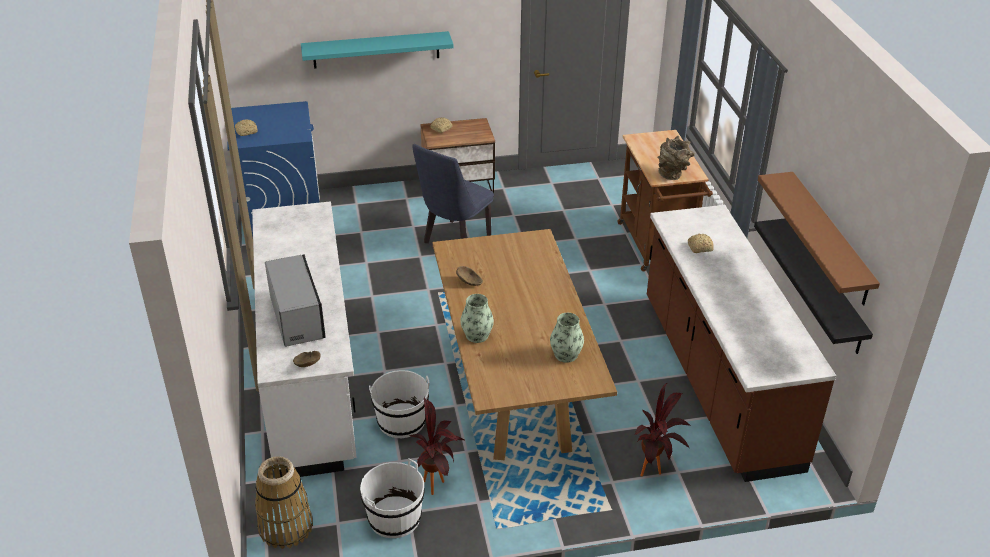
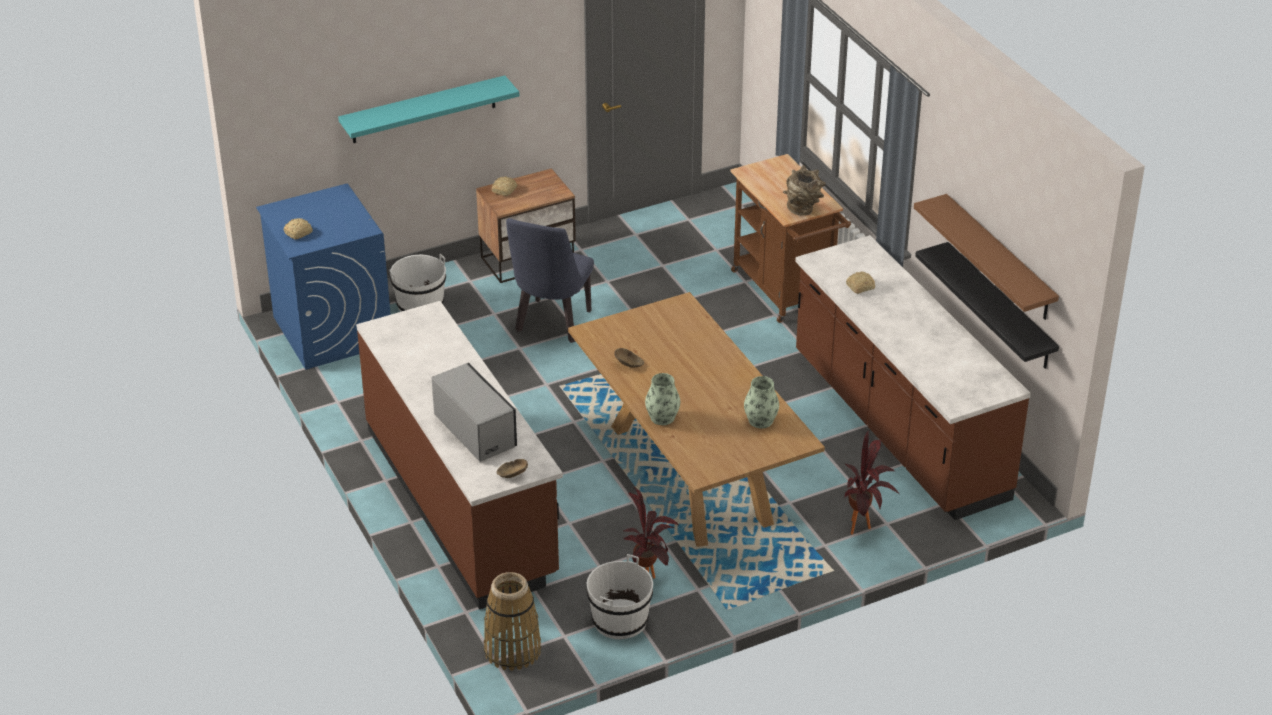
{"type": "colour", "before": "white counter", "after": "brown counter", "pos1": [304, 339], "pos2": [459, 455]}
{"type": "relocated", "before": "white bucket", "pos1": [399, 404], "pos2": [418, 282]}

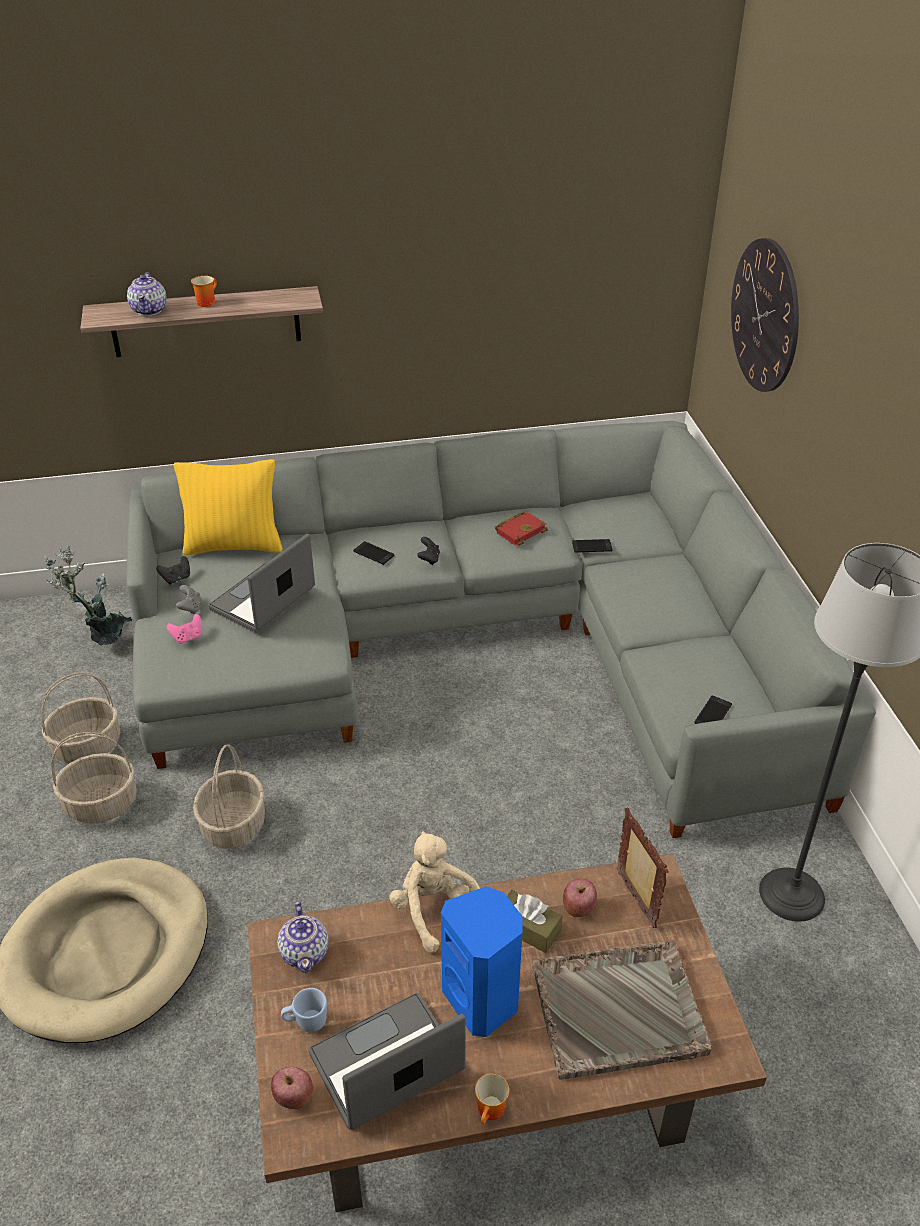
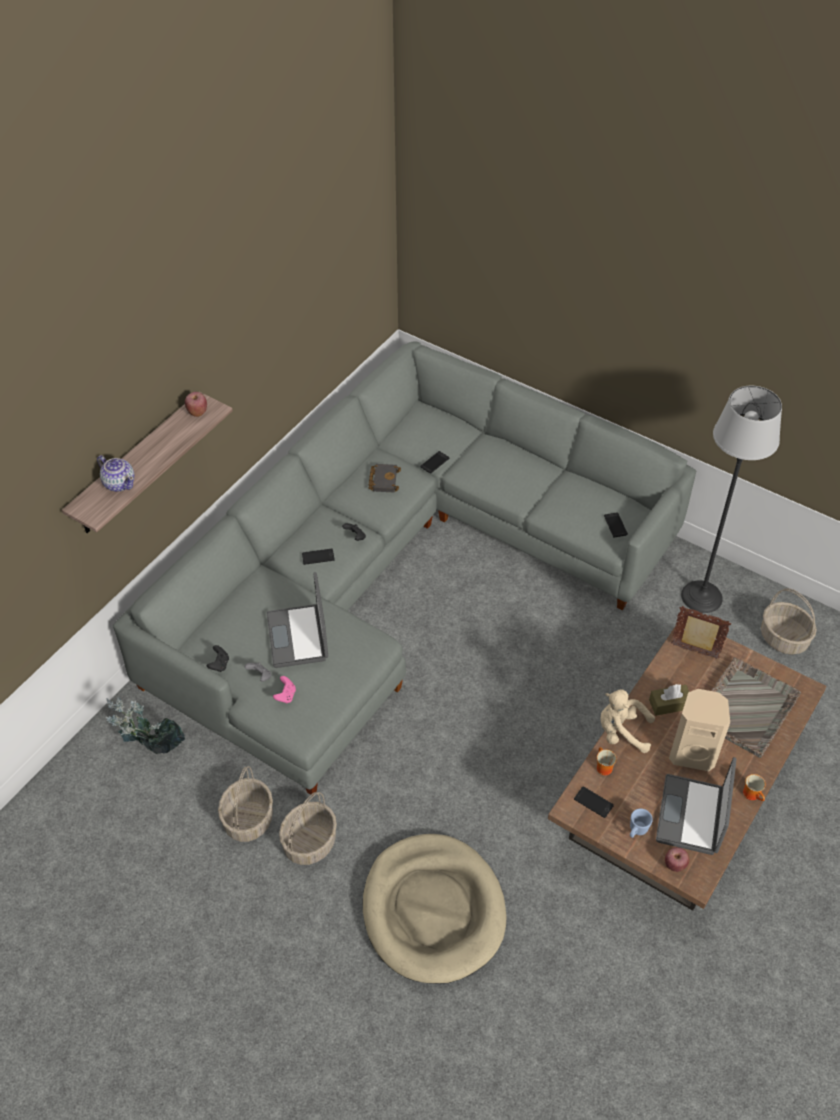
{"type": "missing", "before": "yellow pillow", "pos1": [228, 507]}
{"type": "relocated", "before": "mug", "pos1": [204, 291], "pos2": [607, 761]}
{"type": "relocated", "before": "basket", "pos1": [229, 797], "pos2": [789, 622]}
{"type": "exchanged", "before": "teapot", "after": "phone", "pos1": [303, 937], "pos2": [594, 802]}
{"type": "colour", "before": "blue speaker", "after": "beige speaker", "pos1": [481, 961], "pos2": [699, 730]}
{"type": "colour", "before": "red book", "after": "black book", "pos1": [521, 529], "pos2": [385, 478]}
{"type": "relocated", "before": "apple", "pos1": [580, 898], "pos2": [196, 404]}
{"type": "missing", "before": "wall clock", "pos1": [765, 315]}

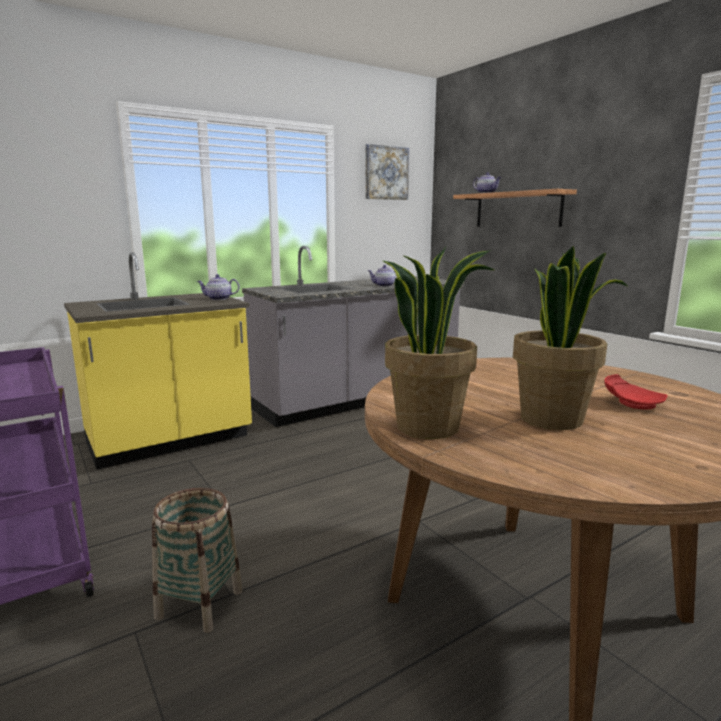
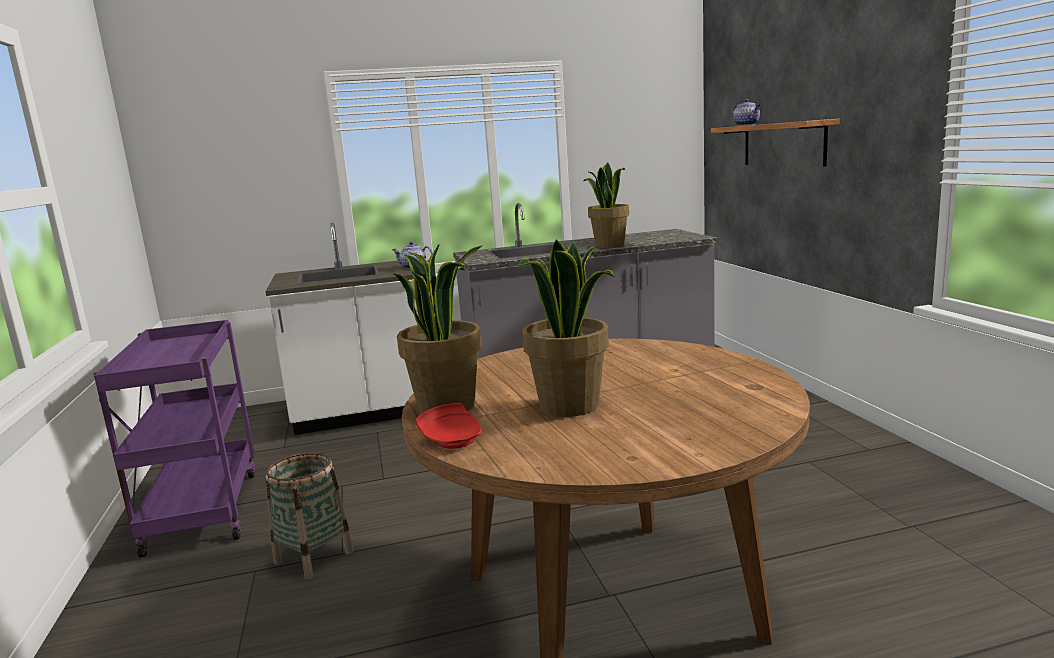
{"type": "colour", "before": "yellow counter", "after": "white counter", "pos1": [158, 360], "pos2": [342, 328]}
{"type": "missing", "before": "picture", "pos1": [387, 172]}
{"type": "exchanged", "before": "teapot", "after": "potted plant", "pos1": [381, 276], "pos2": [606, 205]}
{"type": "relocated", "before": "red plate", "pos1": [636, 391], "pos2": [449, 426]}

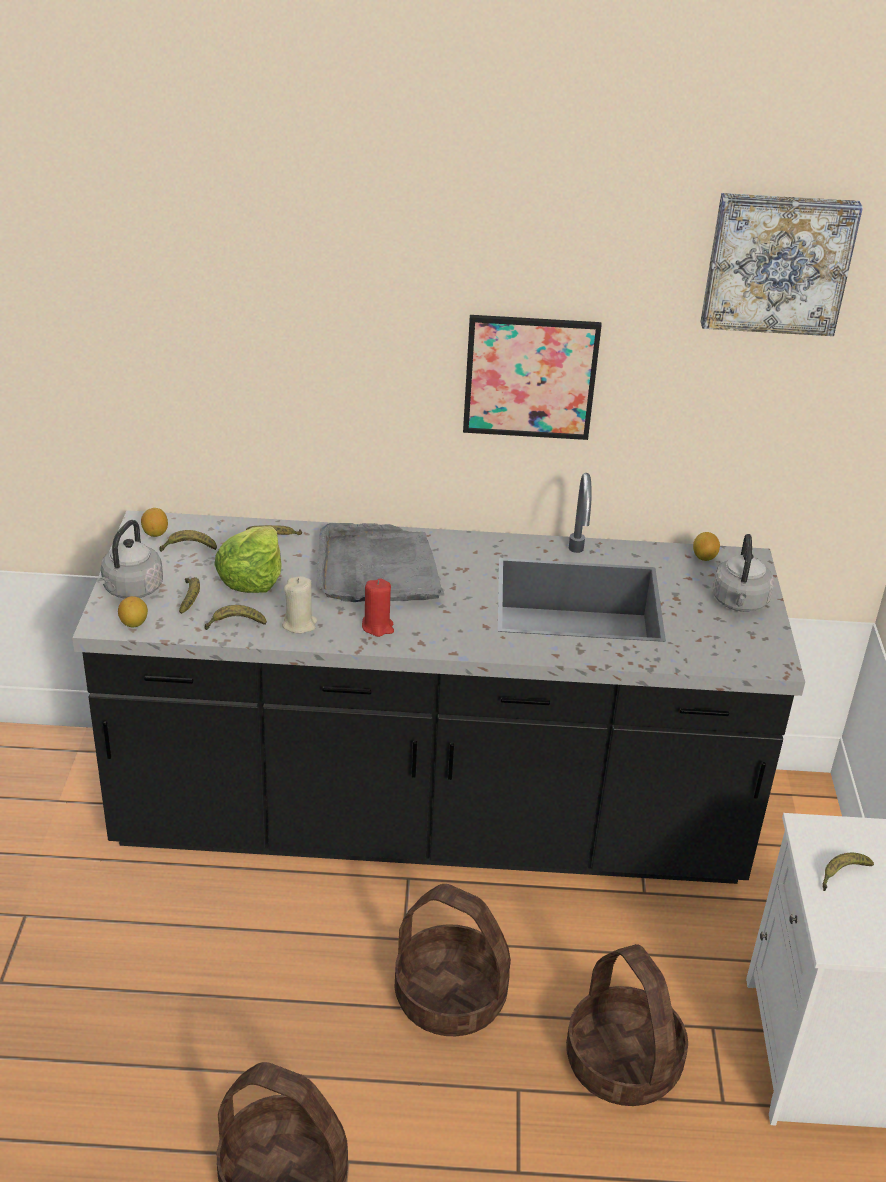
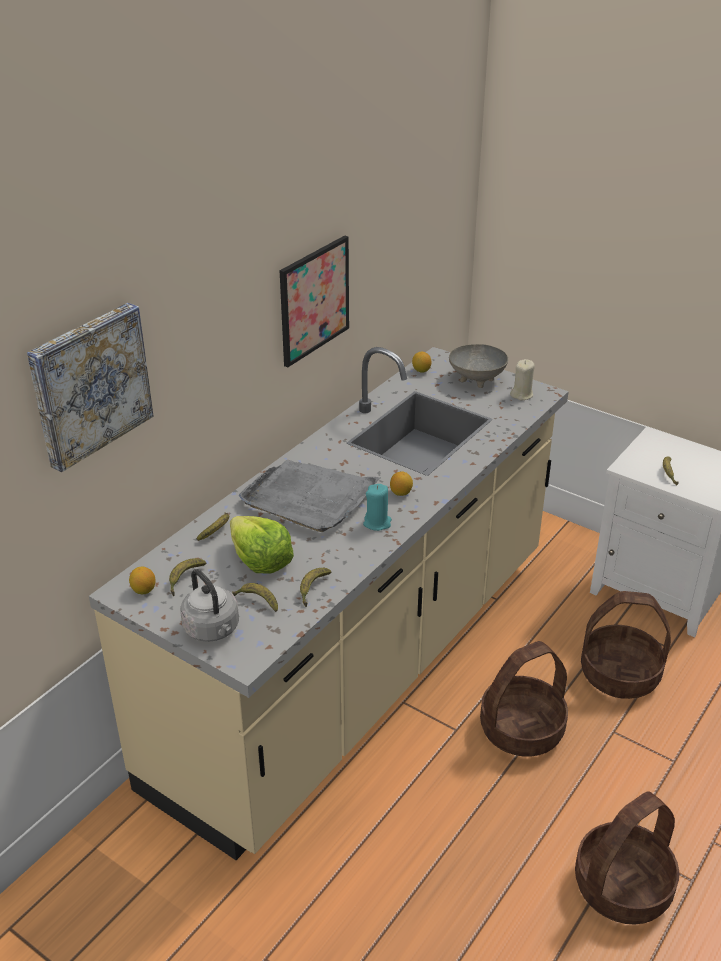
{"type": "colour", "before": "black counter", "after": "beige counter", "pos1": [438, 678], "pos2": [329, 603]}
{"type": "relocated", "before": "lemon", "pos1": [133, 611], "pos2": [401, 484]}
{"type": "relocated", "before": "beige candle", "pos1": [299, 605], "pos2": [522, 379]}
{"type": "colour", "before": "red candle", "after": "turquoise candle", "pos1": [378, 607], "pos2": [377, 507]}
{"type": "relocated", "before": "picture", "pos1": [781, 264], "pos2": [90, 387]}
{"type": "exchanged", "before": "grey kettle", "after": "grey bowl", "pos1": [743, 573], "pos2": [478, 366]}

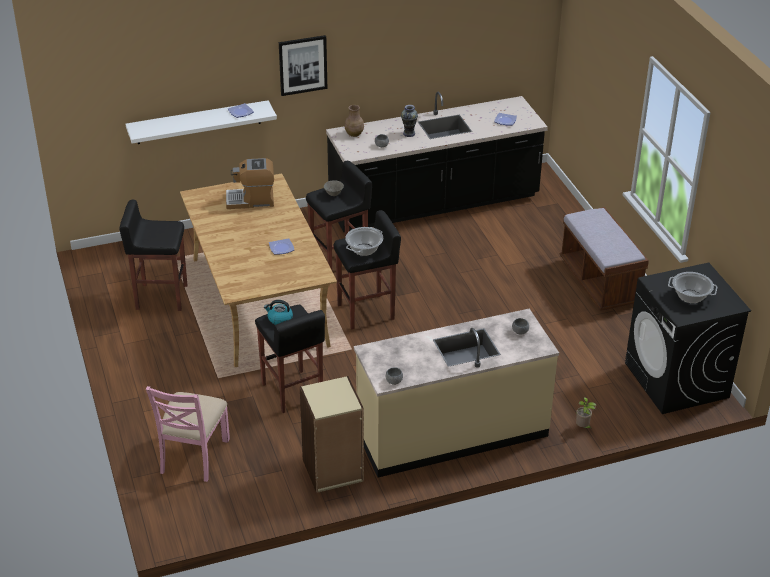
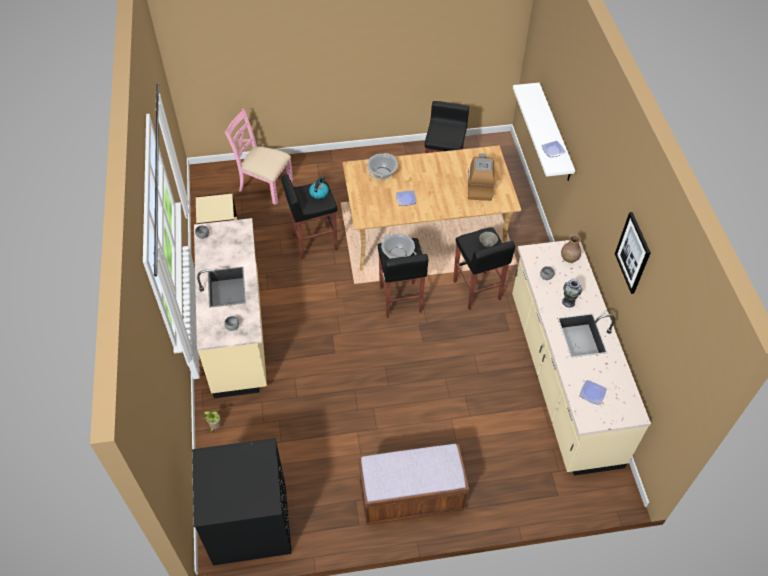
{"type": "relocated", "before": "picture", "pos1": [303, 65], "pos2": [633, 253]}
{"type": "colour", "before": "black counter", "after": "beige counter", "pos1": [437, 162], "pos2": [581, 358]}
{"type": "relocated", "before": "cooking pot", "pos1": [692, 287], "pos2": [382, 166]}

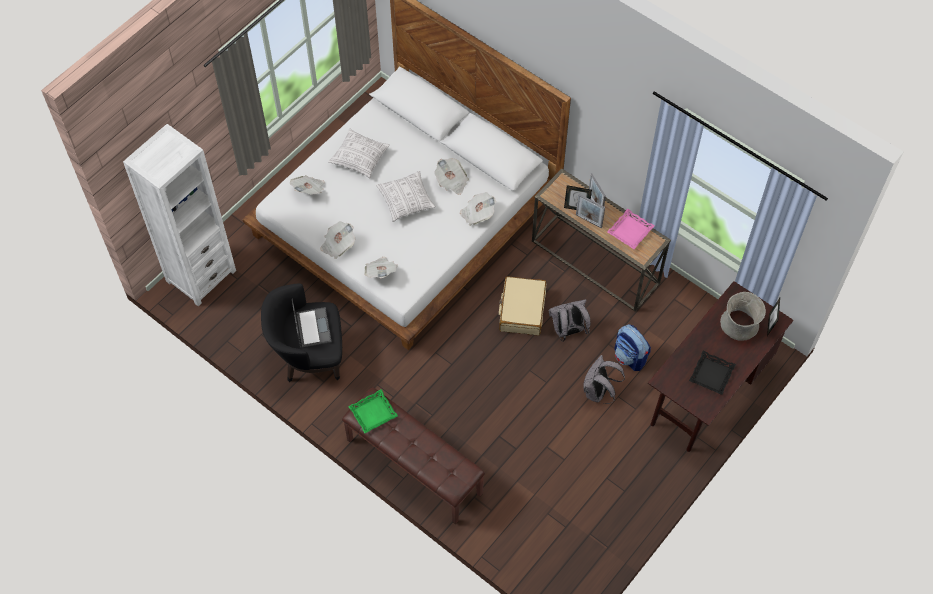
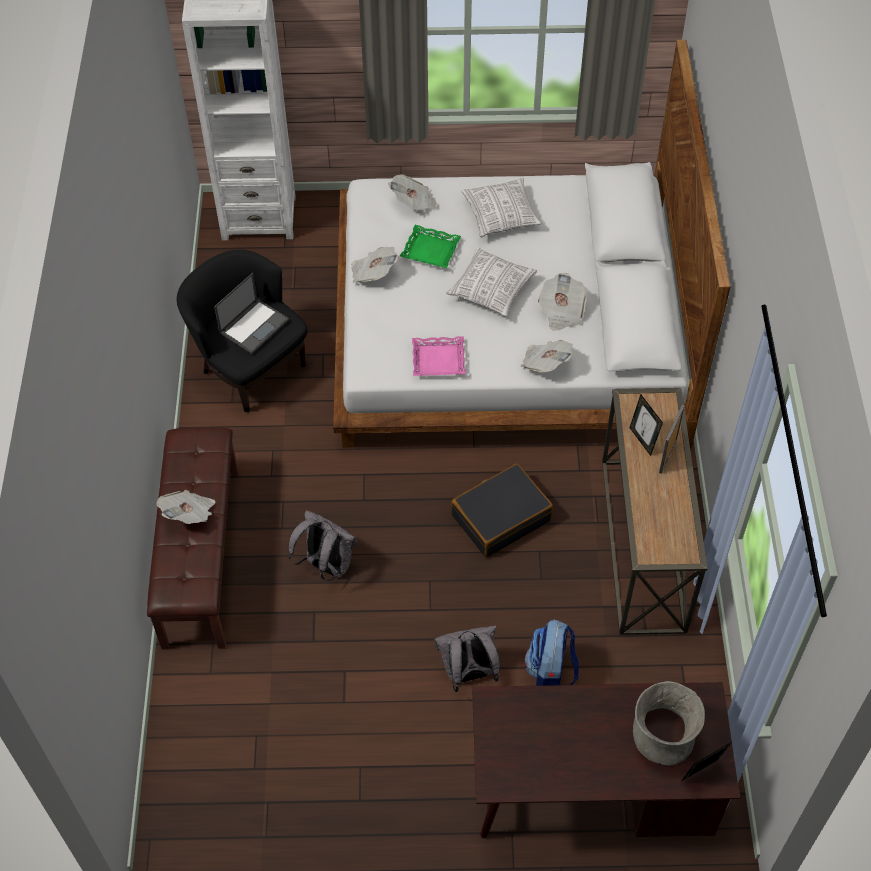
{"type": "relocated", "before": "green tray", "pos1": [373, 411], "pos2": [430, 246]}
{"type": "relocated", "before": "newspaper", "pos1": [381, 267], "pos2": [186, 507]}
{"type": "colour", "before": "beige suitcase", "after": "black suitcase", "pos1": [522, 305], "pos2": [502, 510]}
{"type": "relocated", "before": "grey backpack", "pos1": [569, 320], "pos2": [323, 545]}
{"type": "missing", "before": "picture frame", "pos1": [590, 211]}
{"type": "relocated", "before": "pink tray", "pos1": [631, 229], "pos2": [439, 356]}
{"type": "missing", "before": "black tray", "pos1": [712, 373]}

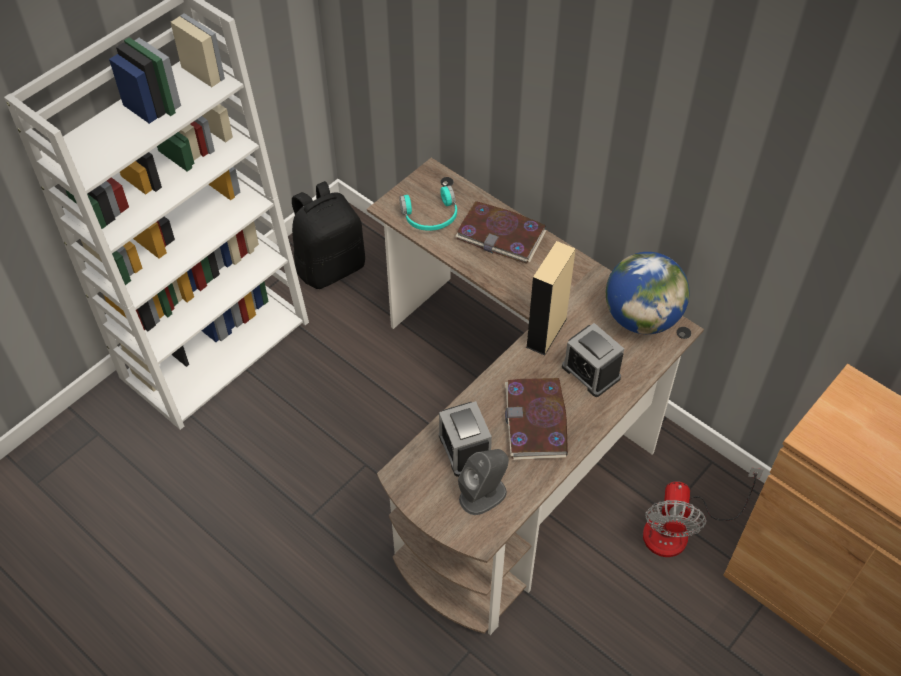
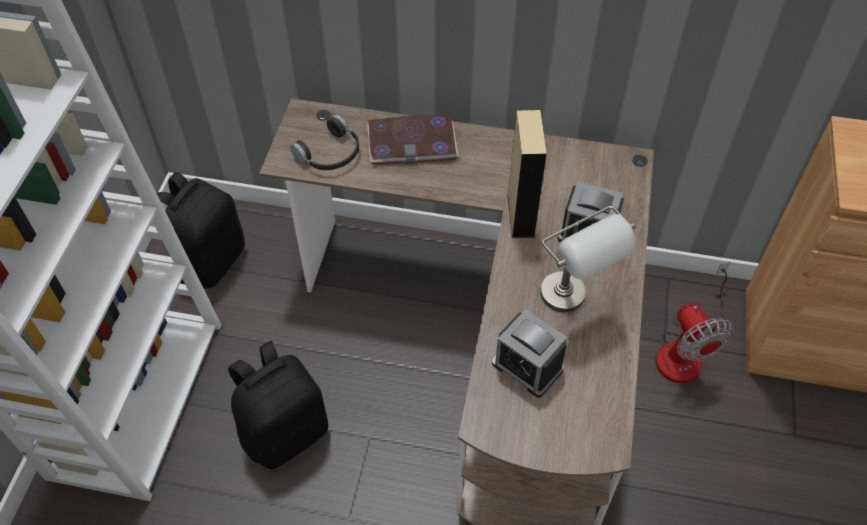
{"type": "colour", "before": "turquoise headphones", "after": "black headphones", "pos1": [428, 208], "pos2": [324, 142]}
{"type": "missing", "before": "grey speaker", "pos1": [483, 482]}
{"type": "exchanged", "before": "book", "after": "grey table lamp", "pos1": [536, 419], "pos2": [588, 259]}
{"type": "missing", "before": "globe", "pos1": [647, 293]}
{"type": "appeared", "after": "black backpack", "pos2": [278, 405]}

